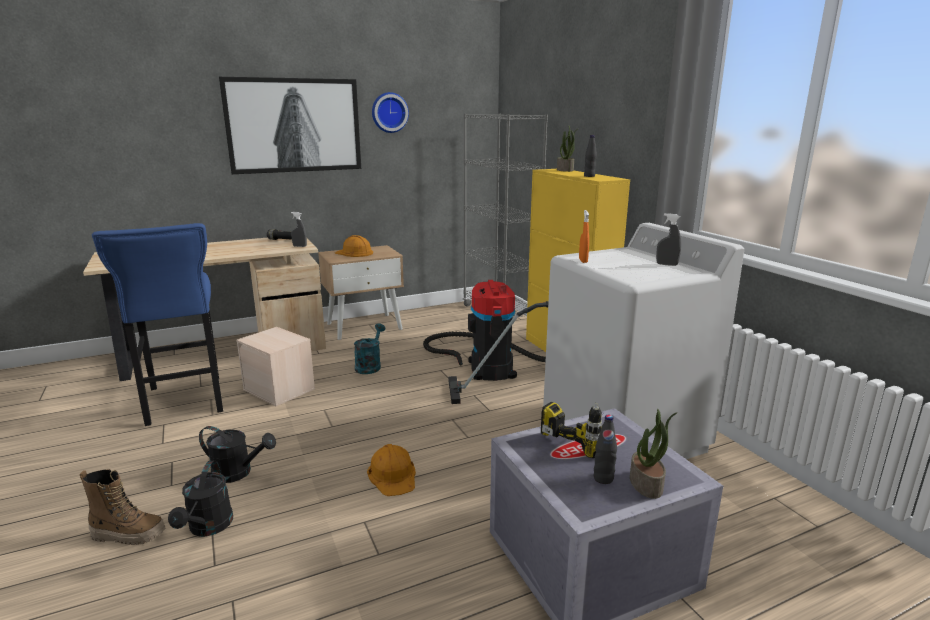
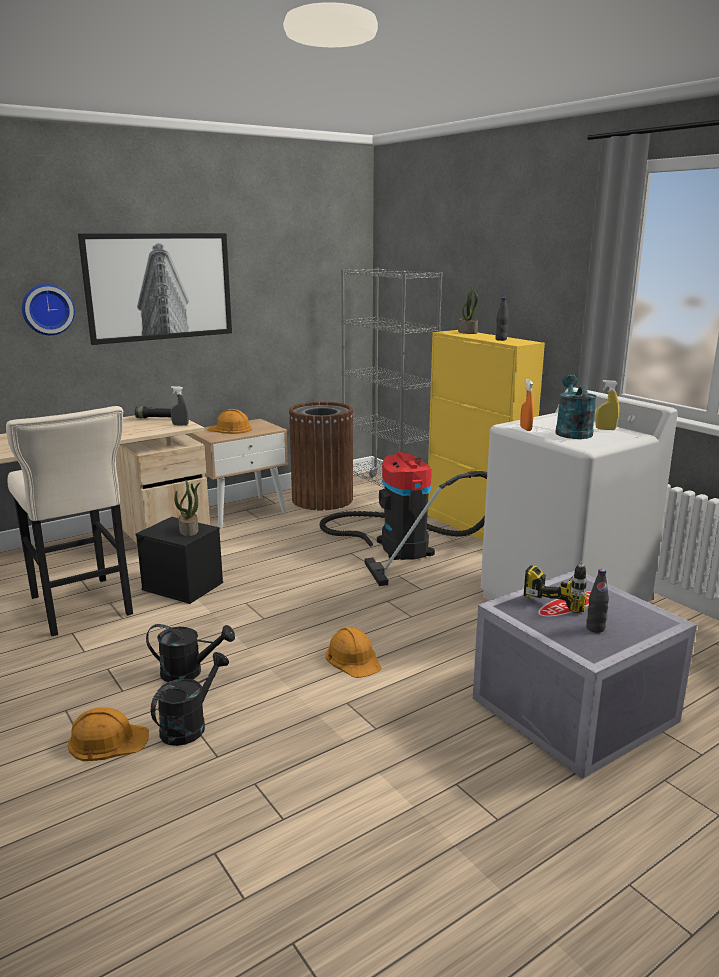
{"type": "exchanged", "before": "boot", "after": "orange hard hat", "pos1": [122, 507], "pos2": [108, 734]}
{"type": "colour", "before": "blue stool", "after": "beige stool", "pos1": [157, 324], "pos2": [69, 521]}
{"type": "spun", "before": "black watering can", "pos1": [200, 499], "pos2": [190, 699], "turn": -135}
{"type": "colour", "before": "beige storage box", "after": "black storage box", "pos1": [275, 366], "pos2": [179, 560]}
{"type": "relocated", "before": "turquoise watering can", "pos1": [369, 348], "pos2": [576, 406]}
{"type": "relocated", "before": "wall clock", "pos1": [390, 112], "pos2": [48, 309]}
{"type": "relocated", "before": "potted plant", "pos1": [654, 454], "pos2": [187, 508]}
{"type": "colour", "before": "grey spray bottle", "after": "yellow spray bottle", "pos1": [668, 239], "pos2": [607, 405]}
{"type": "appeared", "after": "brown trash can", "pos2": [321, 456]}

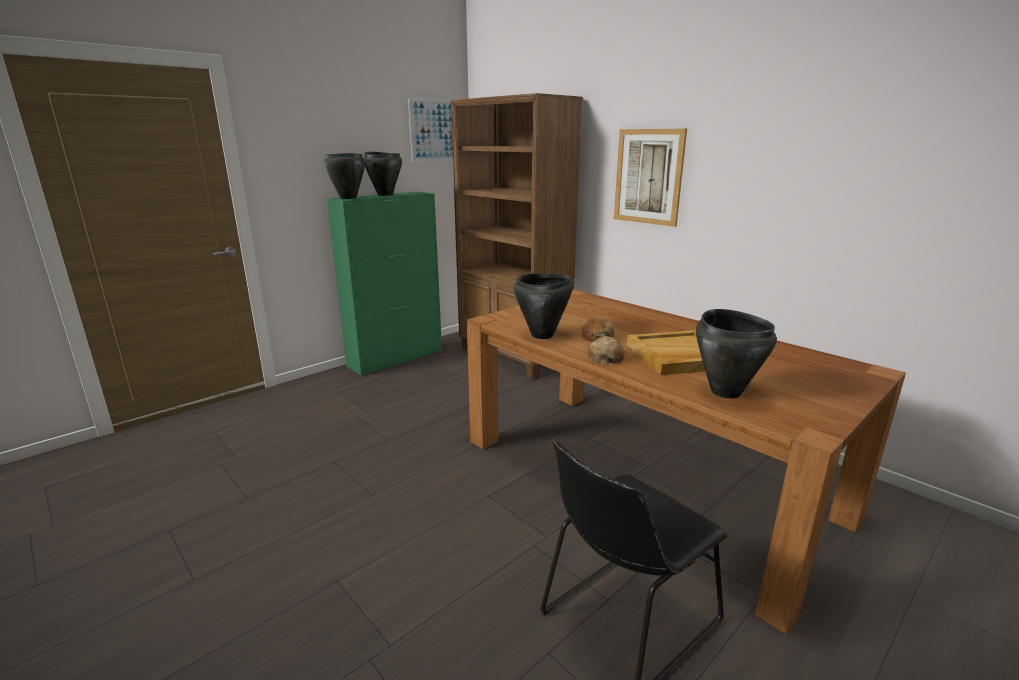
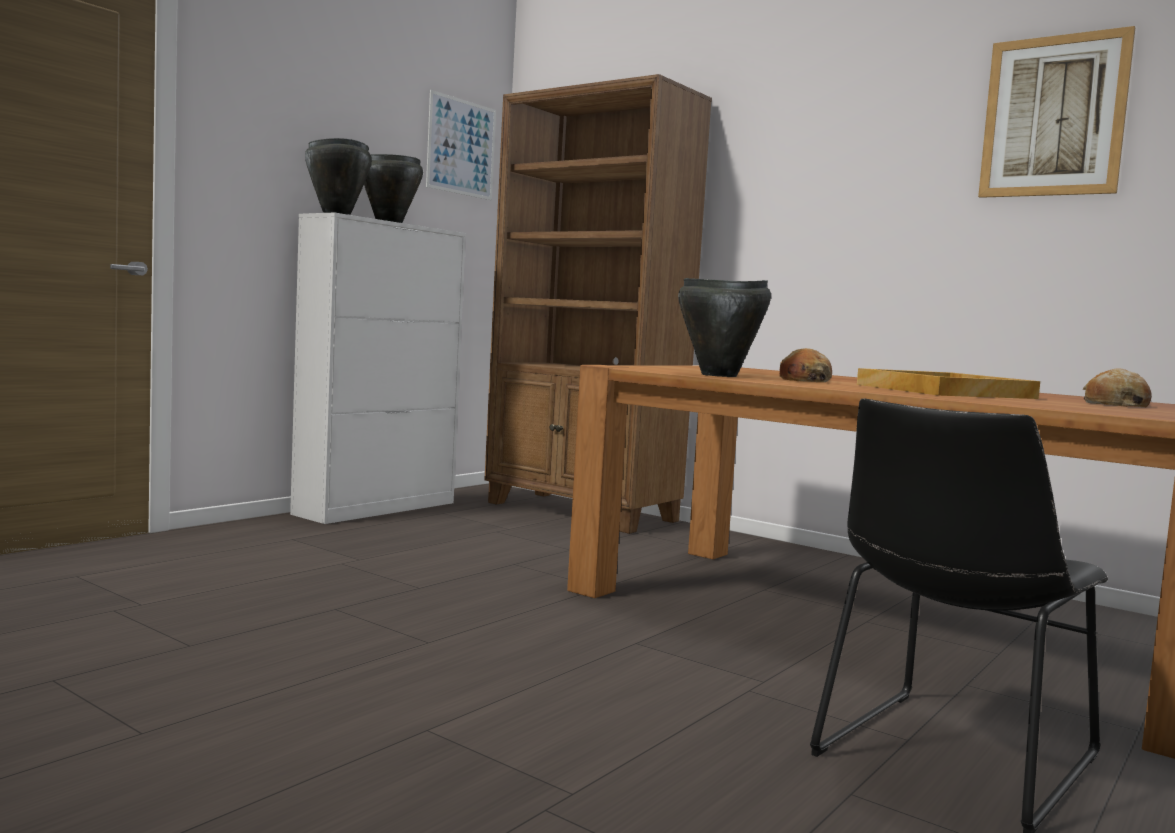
{"type": "colour", "before": "green cabinet", "after": "white cabinet", "pos1": [384, 283], "pos2": [378, 368]}
{"type": "relocated", "before": "bread", "pos1": [605, 350], "pos2": [1117, 387]}
{"type": "relocated", "before": "picture", "pos1": [650, 178], "pos2": [1056, 112]}
{"type": "missing", "before": "black cooking pot", "pos1": [736, 354]}

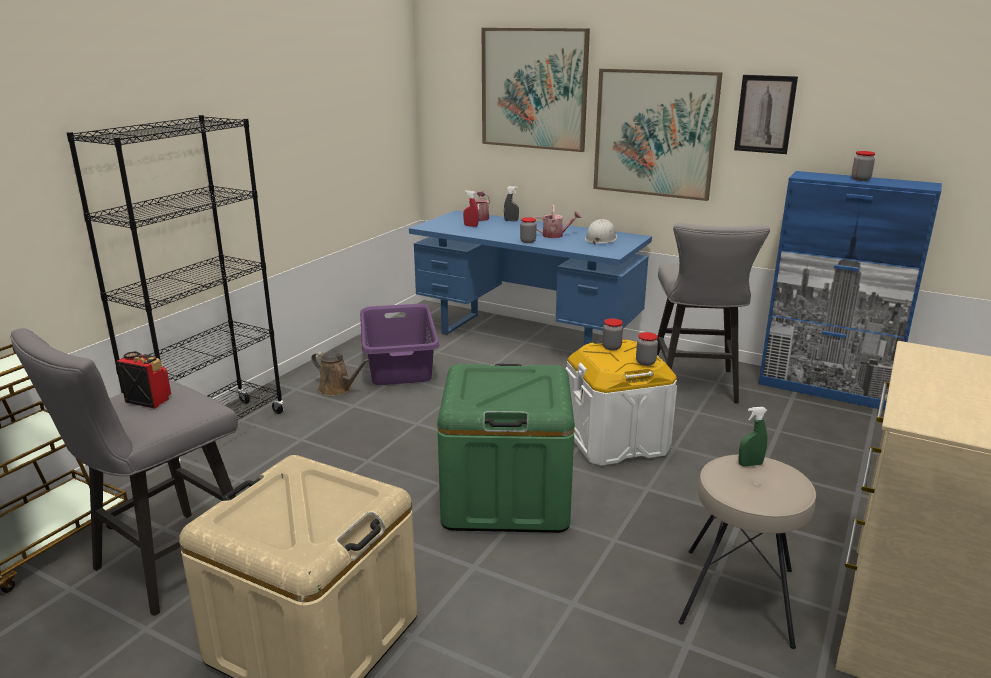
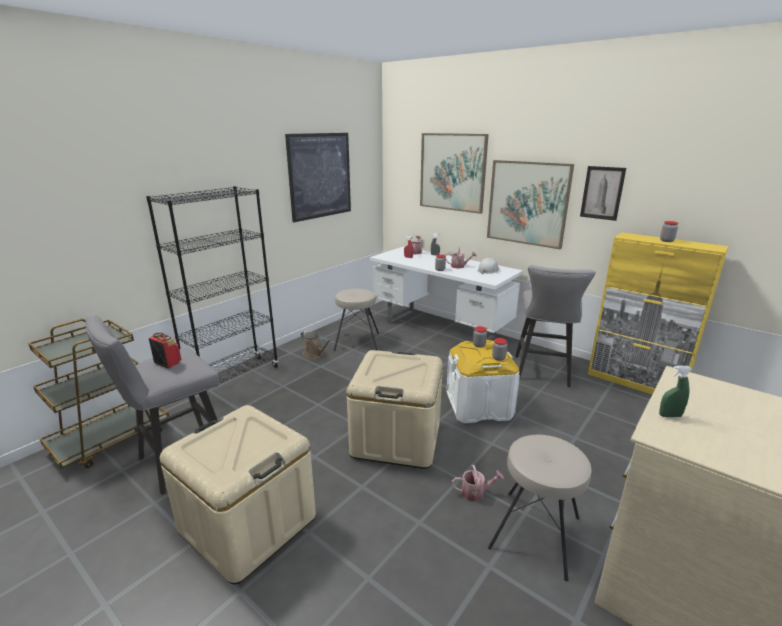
{"type": "exchanged", "before": "purple laundry basket", "after": "beige stool", "pos1": [399, 344], "pos2": [356, 320]}
{"type": "colour", "before": "blue desk", "after": "white desk", "pos1": [530, 277], "pos2": [446, 294]}
{"type": "colour", "before": "green storage box", "after": "beige storage box", "pos1": [506, 448], "pos2": [395, 409]}
{"type": "relocated", "before": "green spray bottle", "pos1": [753, 437], "pos2": [676, 391]}
{"type": "colour", "before": "blue cabinet", "after": "yellow cabinet", "pos1": [850, 290], "pos2": [658, 313]}
{"type": "appeared", "after": "picture", "pos2": [318, 177]}
{"type": "appeared", "after": "watering can", "pos2": [478, 483]}

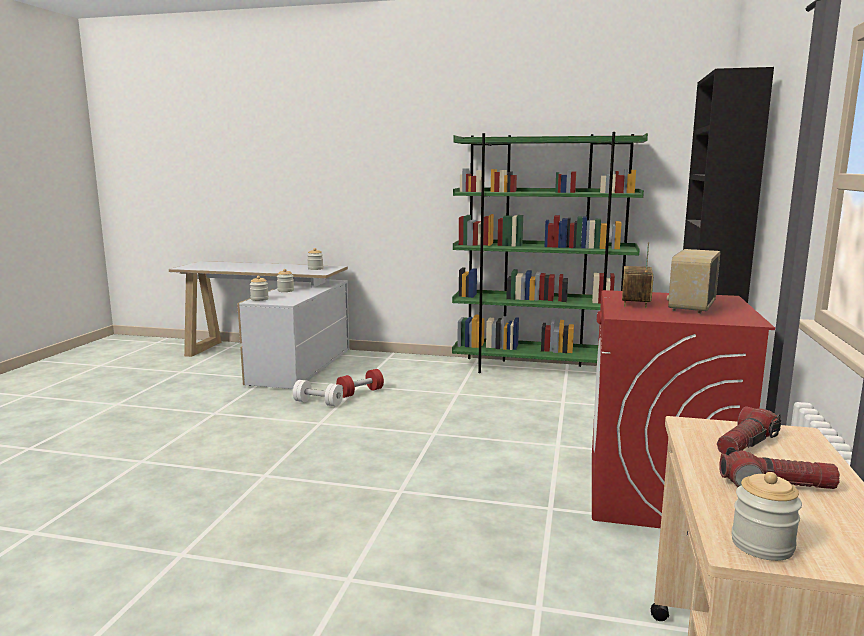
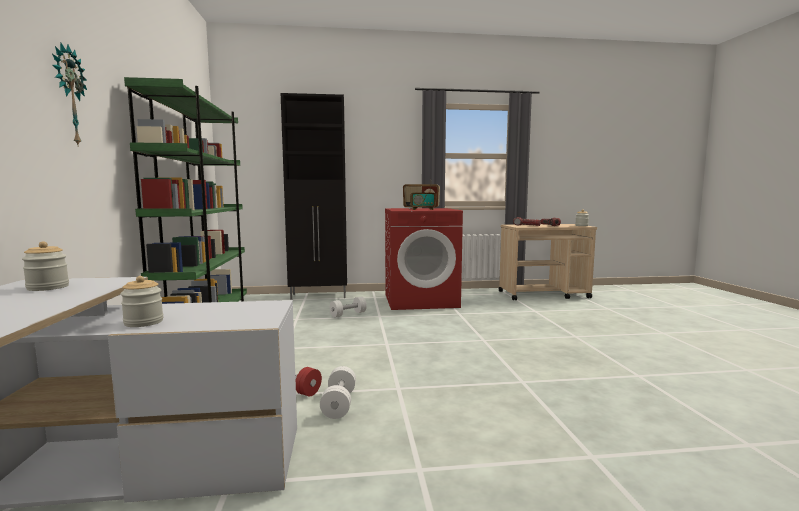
{"type": "missing", "before": "jar", "pos1": [259, 288]}
{"type": "appeared", "after": "wall clock", "pos2": [69, 94]}
{"type": "appeared", "after": "white dumbbell", "pos2": [348, 307]}

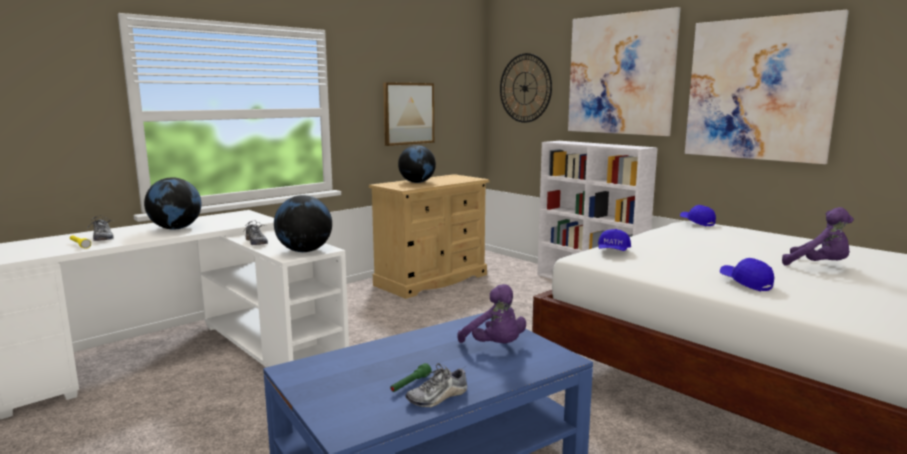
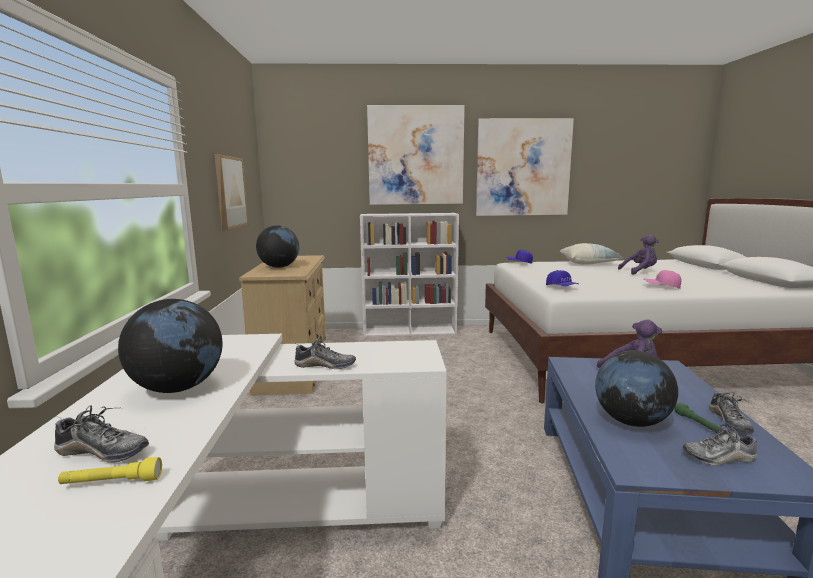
{"type": "relocated", "before": "globe", "pos1": [303, 223], "pos2": [636, 388]}
{"type": "missing", "before": "wall clock", "pos1": [526, 88]}
{"type": "colour", "before": "blue cap", "after": "pink cap", "pos1": [747, 274], "pos2": [662, 279]}
{"type": "appeared", "after": "pillow", "pos2": [592, 254]}
{"type": "appeared", "after": "shoe", "pos2": [720, 445]}

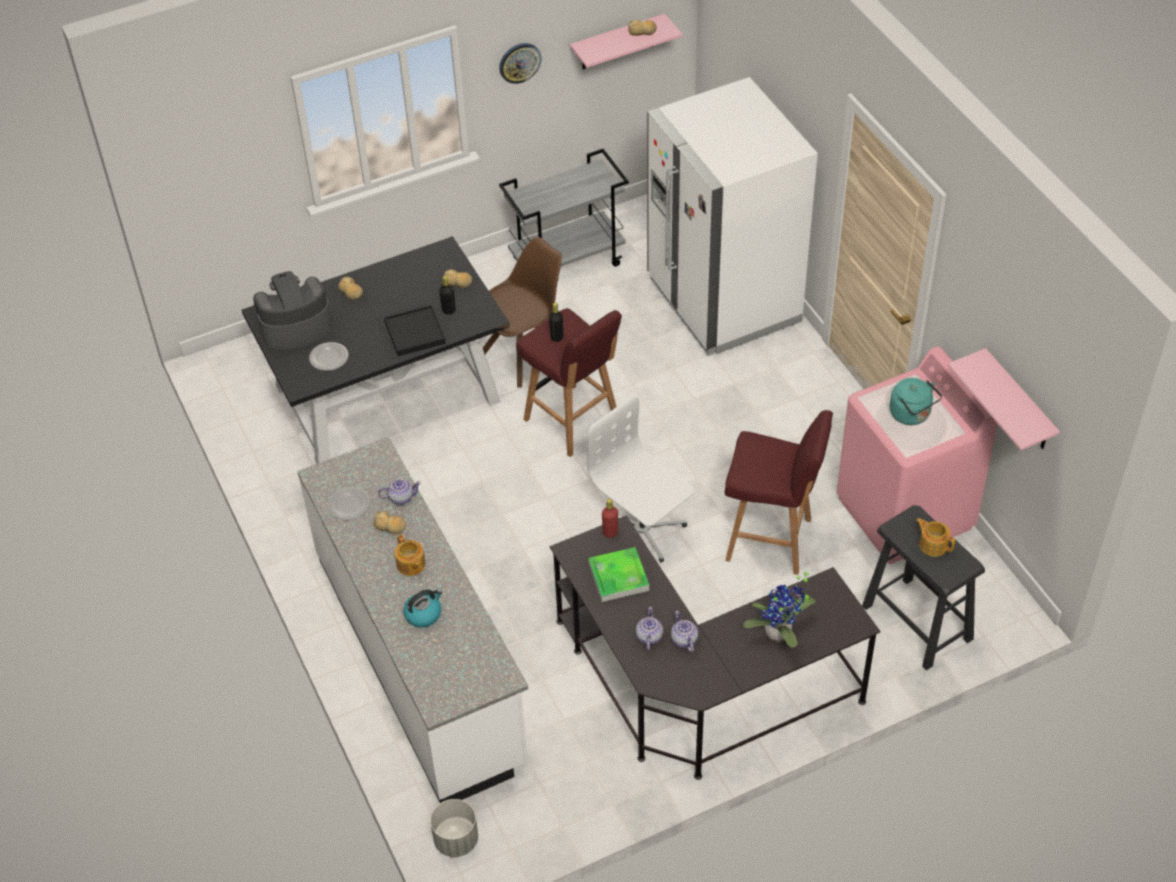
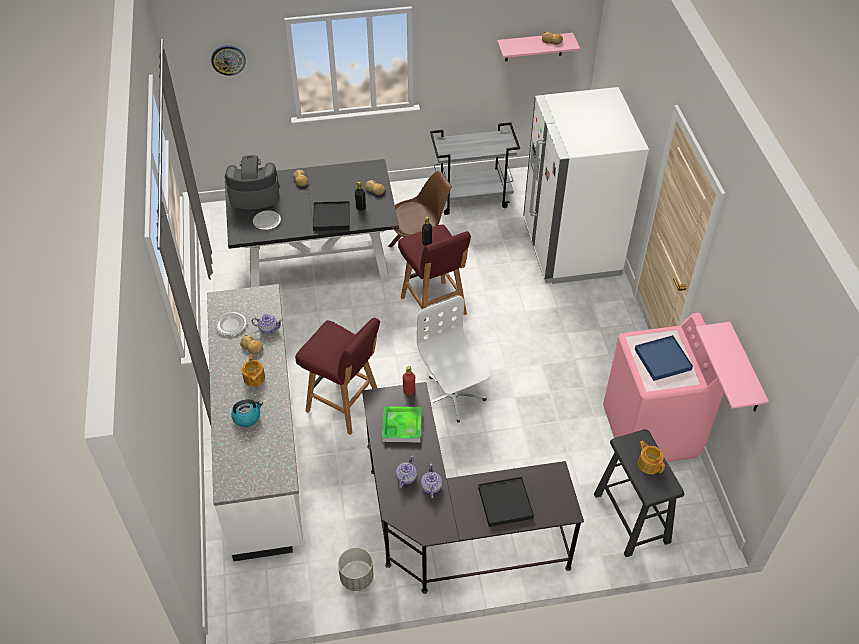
{"type": "relocated", "before": "grey planter", "pos1": [454, 828], "pos2": [356, 569]}
{"type": "relocated", "before": "wall clock", "pos1": [520, 63], "pos2": [228, 60]}
{"type": "relocated", "before": "red stool", "pos1": [779, 492], "pos2": [337, 376]}
{"type": "exchanged", "before": "potted plant", "after": "black tray", "pos1": [779, 609], "pos2": [506, 502]}
{"type": "exchanged", "before": "turquoise kettle", "after": "blue tray", "pos1": [916, 401], "pos2": [664, 358]}

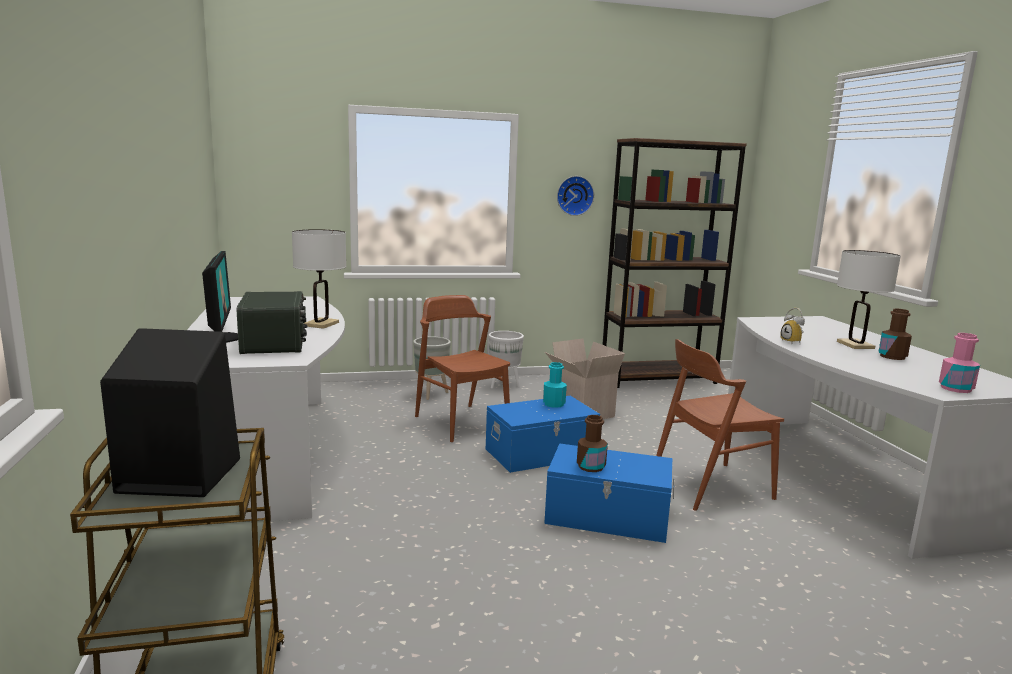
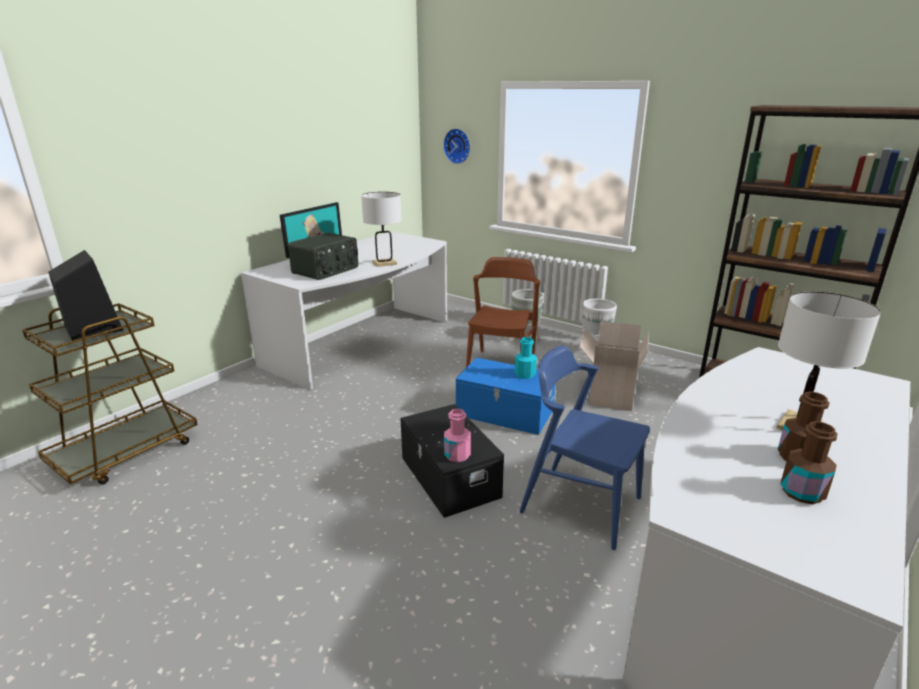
{"type": "colour", "before": "blue storage box", "after": "black storage box", "pos1": [609, 493], "pos2": [452, 461]}
{"type": "relocated", "before": "wall clock", "pos1": [575, 196], "pos2": [456, 146]}
{"type": "relocated", "before": "brown bottle", "pos1": [592, 443], "pos2": [808, 462]}
{"type": "colour", "before": "brown chair", "after": "blue chair", "pos1": [720, 425], "pos2": [584, 447]}
{"type": "missing", "before": "alarm clock", "pos1": [793, 325]}
{"type": "relocated", "before": "pink bottle", "pos1": [959, 363], "pos2": [457, 435]}

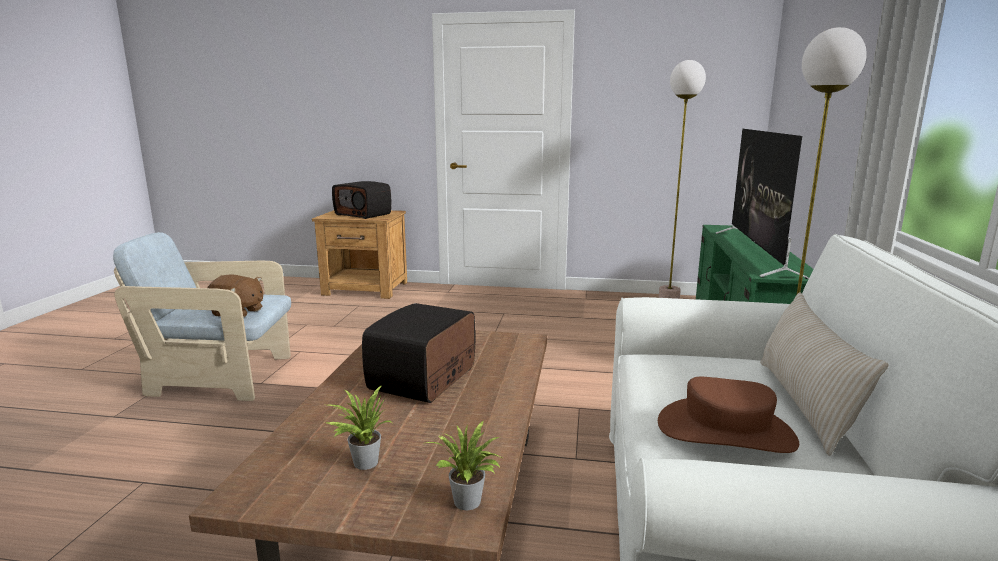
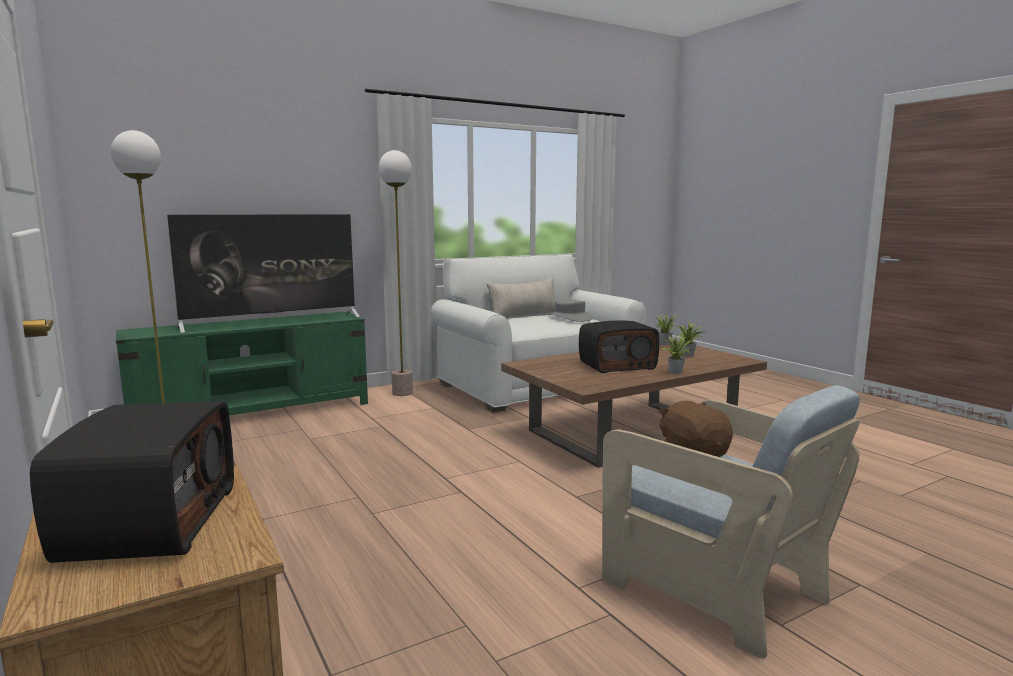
{"type": "colour", "before": "brown hat", "after": "grey hat", "pos1": [728, 415], "pos2": [570, 310]}
{"type": "appeared", "after": "potted plant", "pos2": [679, 354]}

